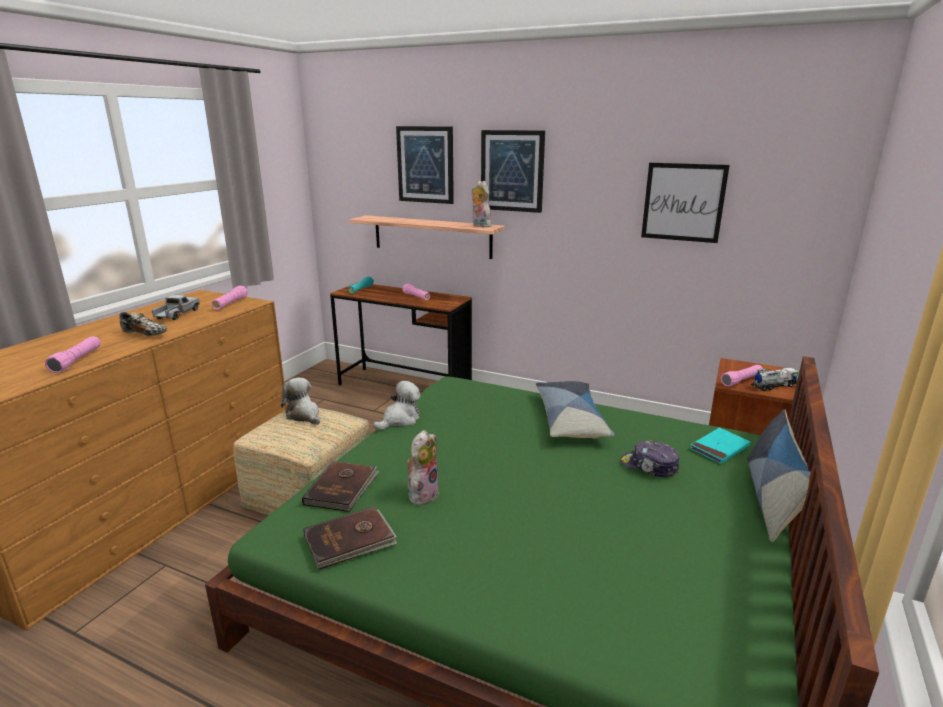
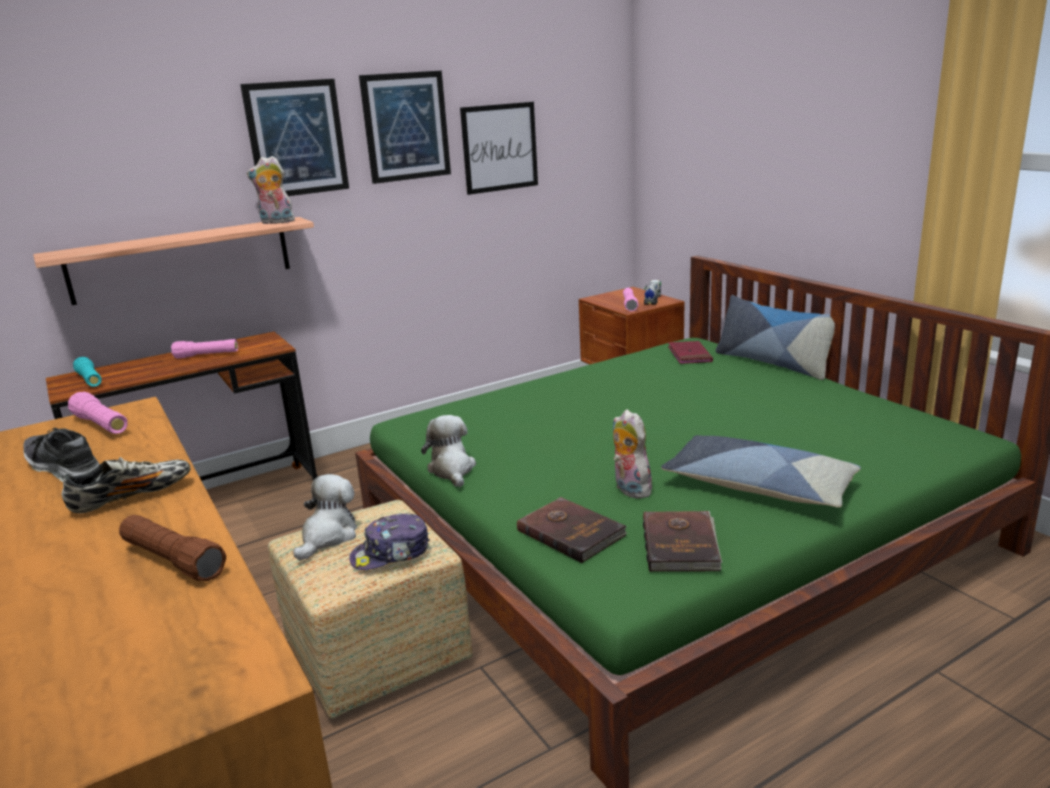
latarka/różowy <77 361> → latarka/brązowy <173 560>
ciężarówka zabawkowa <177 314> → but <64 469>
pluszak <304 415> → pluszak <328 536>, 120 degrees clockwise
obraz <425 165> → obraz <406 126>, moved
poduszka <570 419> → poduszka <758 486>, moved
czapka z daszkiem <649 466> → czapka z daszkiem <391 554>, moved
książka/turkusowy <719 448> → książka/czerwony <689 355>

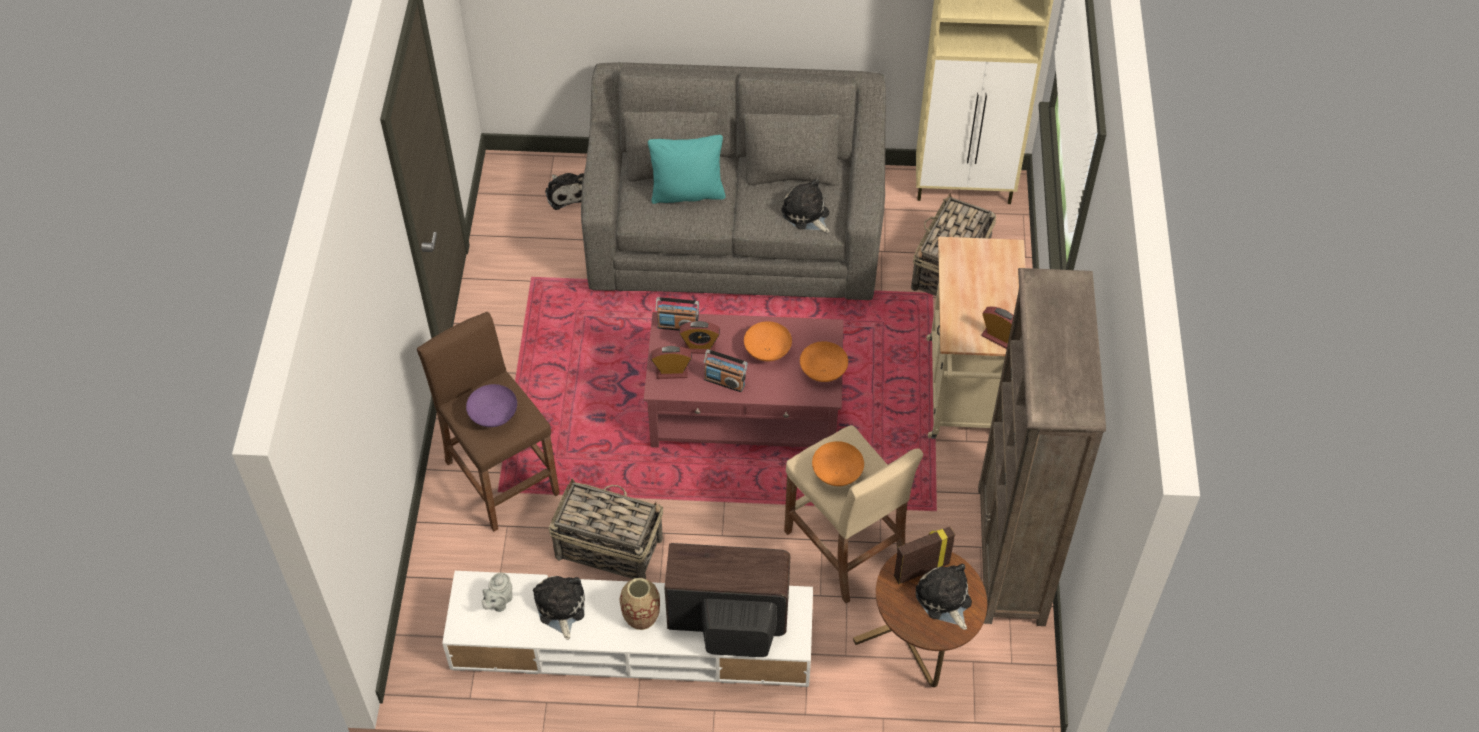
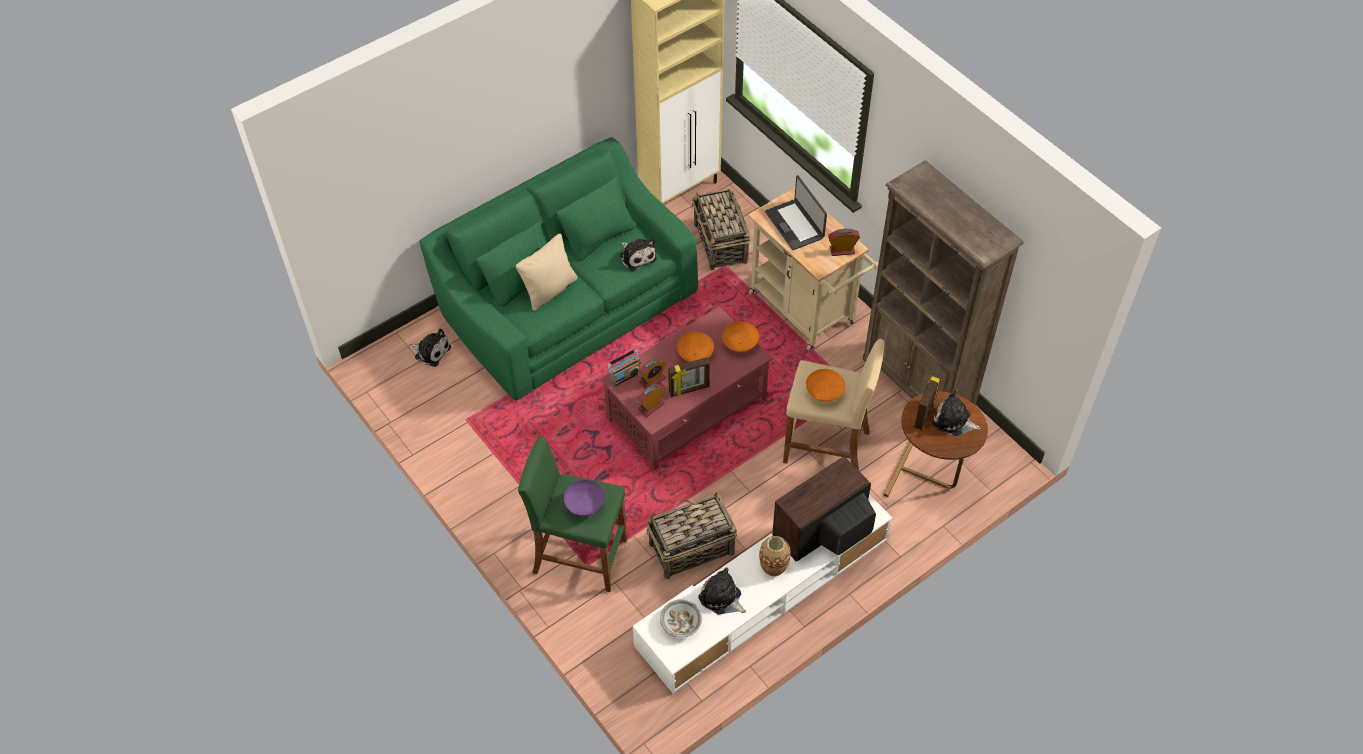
stołek/brązowy <501 477> → stołek/zielony <579 556>
imbryk/szary <499 602> → miska <680 623>
kanapa/szary <735 230> → kanapa/zielony <567 304>
poduszka/turkusowy <687 193> → poduszka/beżowy <550 290>
radio <724 381> → ramka na zdjęcie <689 390>
pluszak <806 215> → pluszak <637 256>, 135 degrees counterclockwise
- → laptop <795 224>

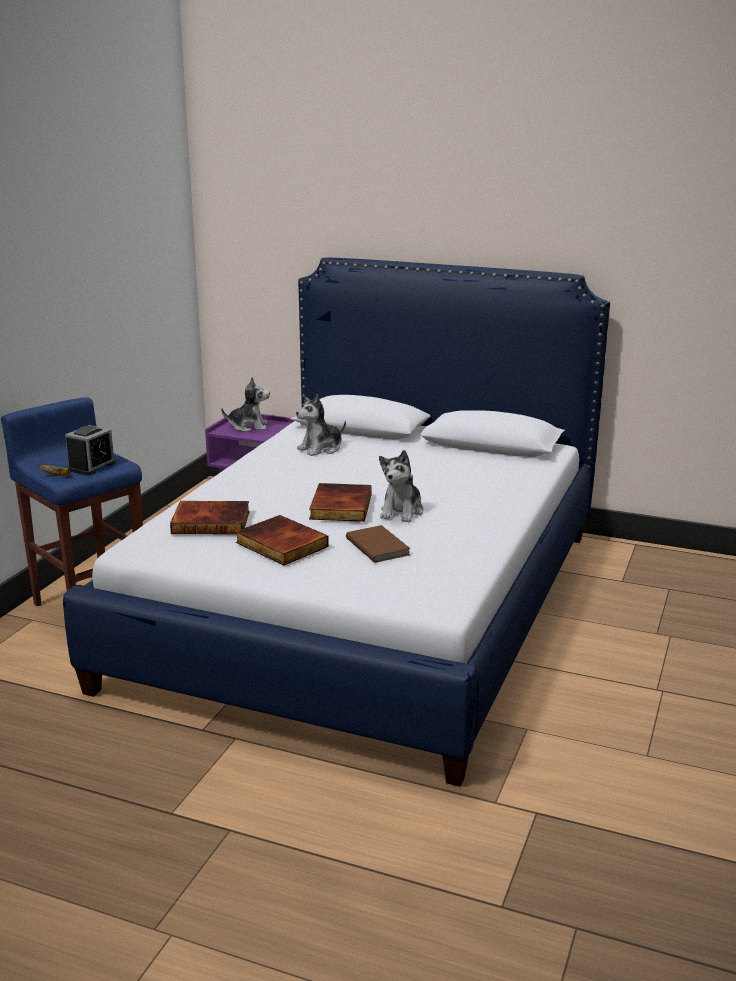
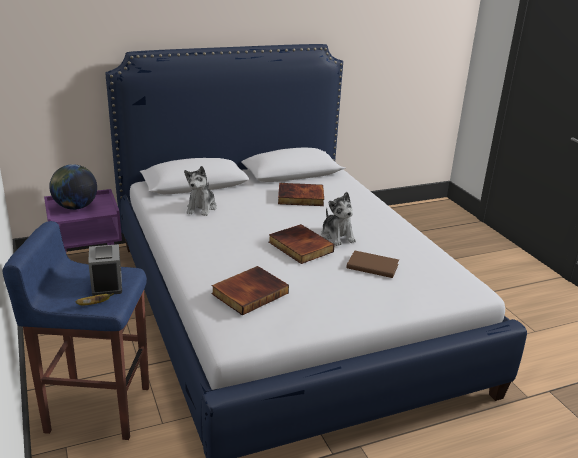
pluszak <248 427> → globus <75 207>
książka <280 545> → książka <300 198>, moved

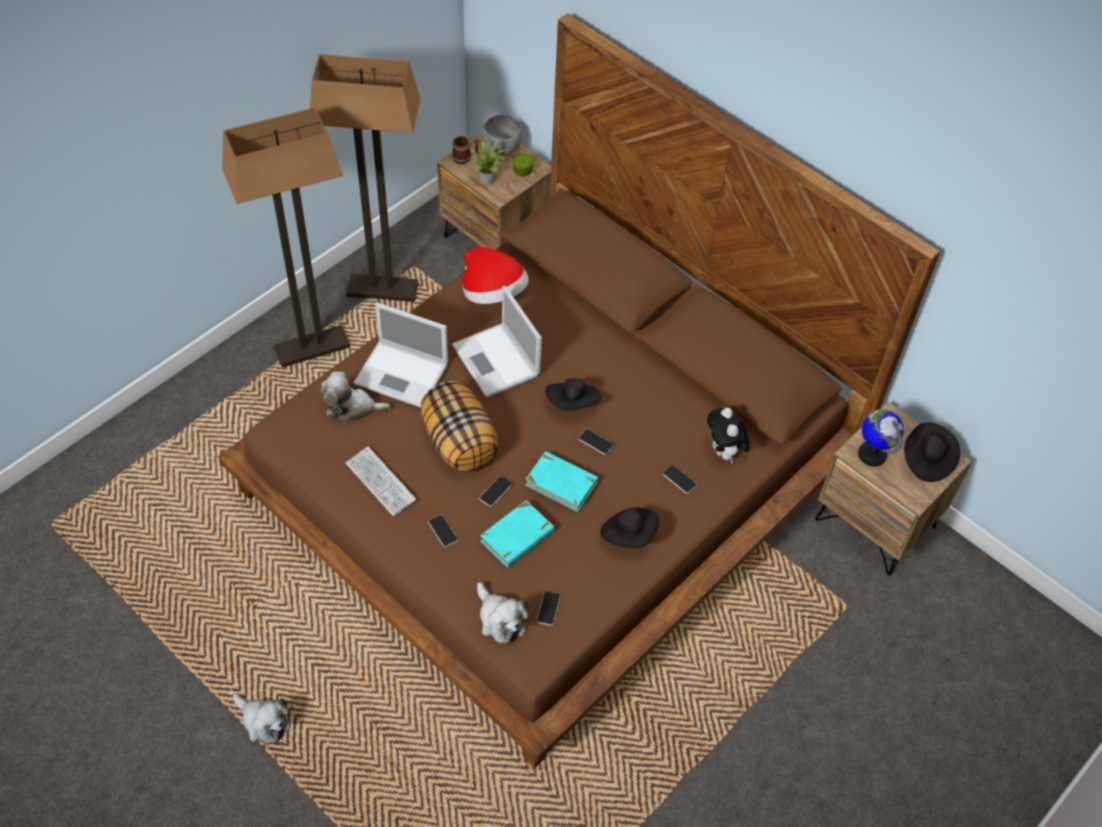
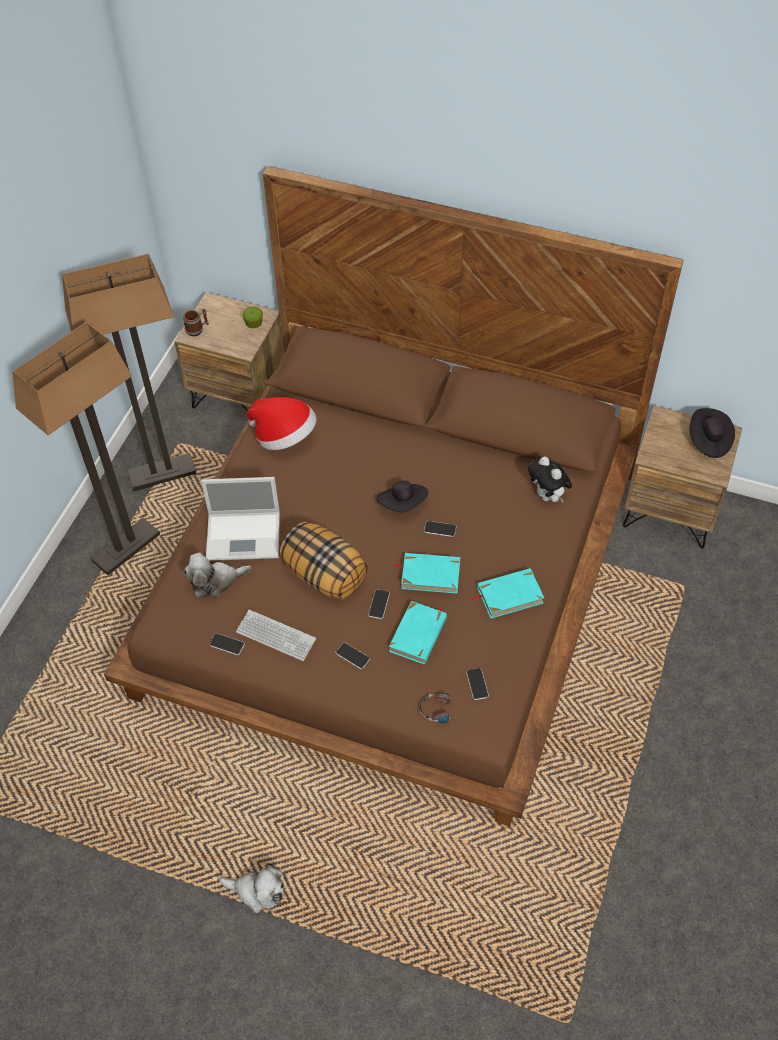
laptop <497 361> → -
roślina doniczkowa <488 179> → -
pluszak <500 619> → słuchawki <442 710>
miska/szary <501 147> → -
kapelusz/czarny <629 534> → książka/turkusowy <509 595>
telefon <679 479> → telefon <227 644>, moved
globus <872 454> → -

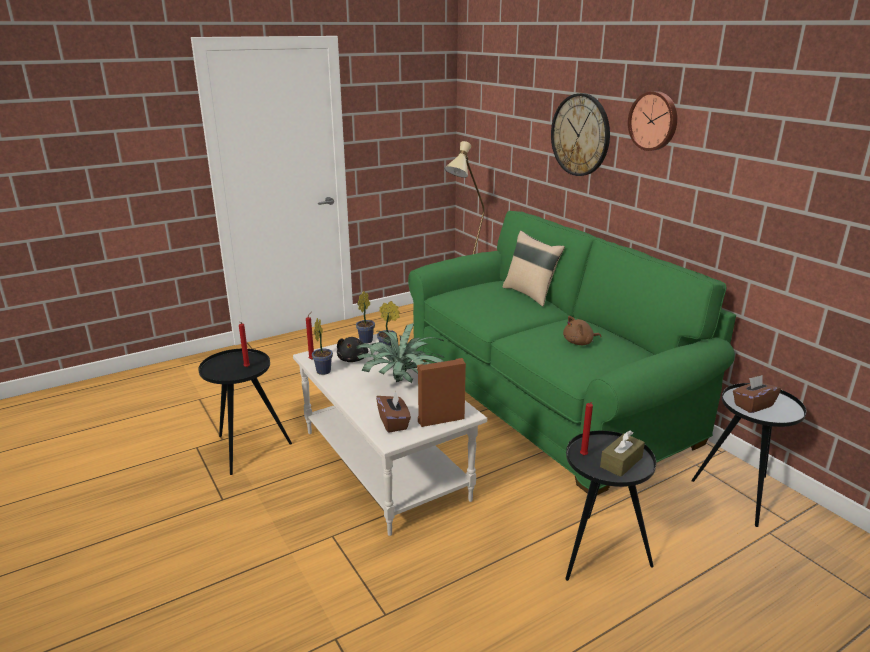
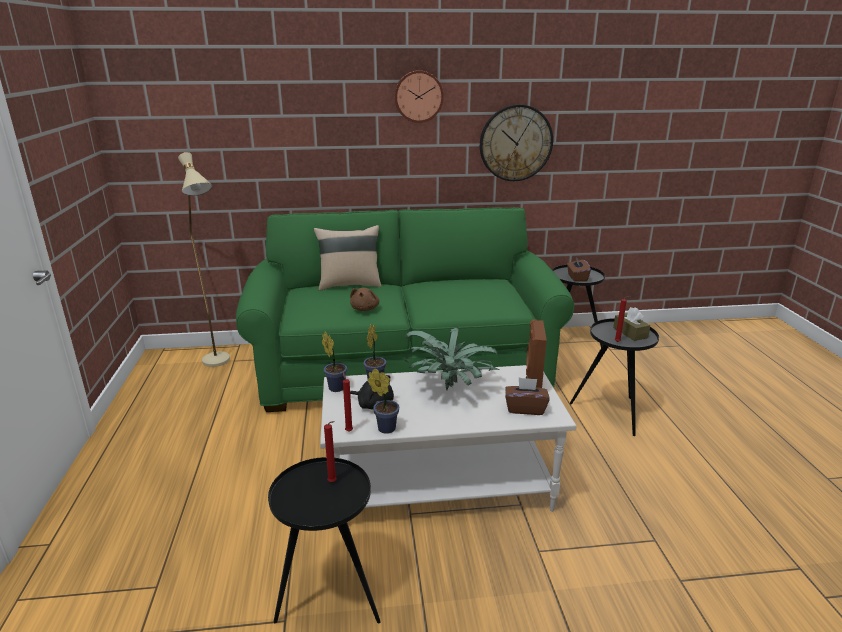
zegar ścienny <580 135> → zegar ścienny <515 143>, moved
pluszak/brązowy <579 343> → pluszak/brązowy <365 309>, moved

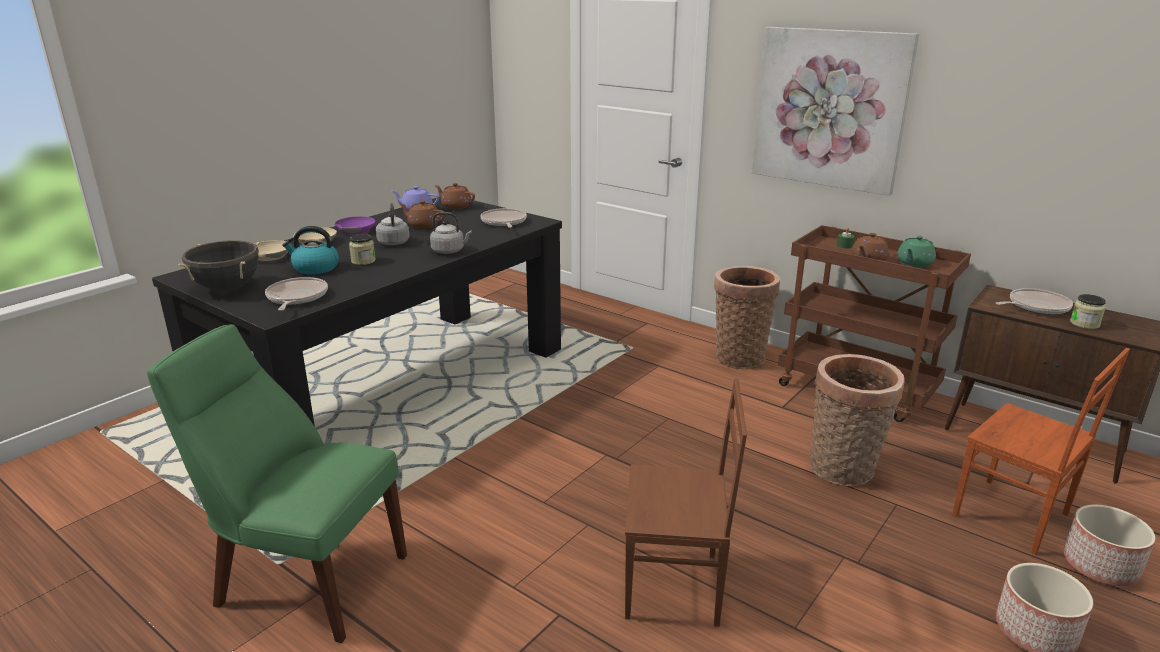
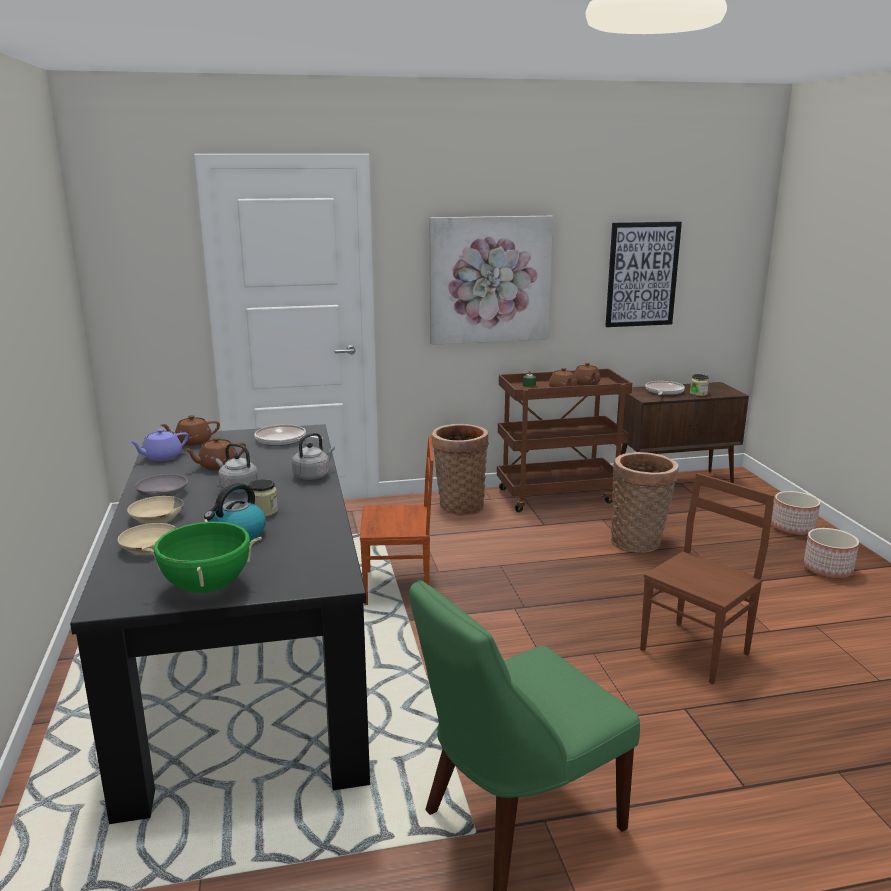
garnek/czarny <227 288> → garnek/zielony <207 587>
patelnia <296 298> → -
miska/fioletowy <356 230> → miska/szary <162 493>
imbryk/zielony <914 263> → imbryk/brązowy <586 384>
krzesło/brązowy <1011 517> → krzesło/brązowy <398 588>, moved
- → obraz <642 274>

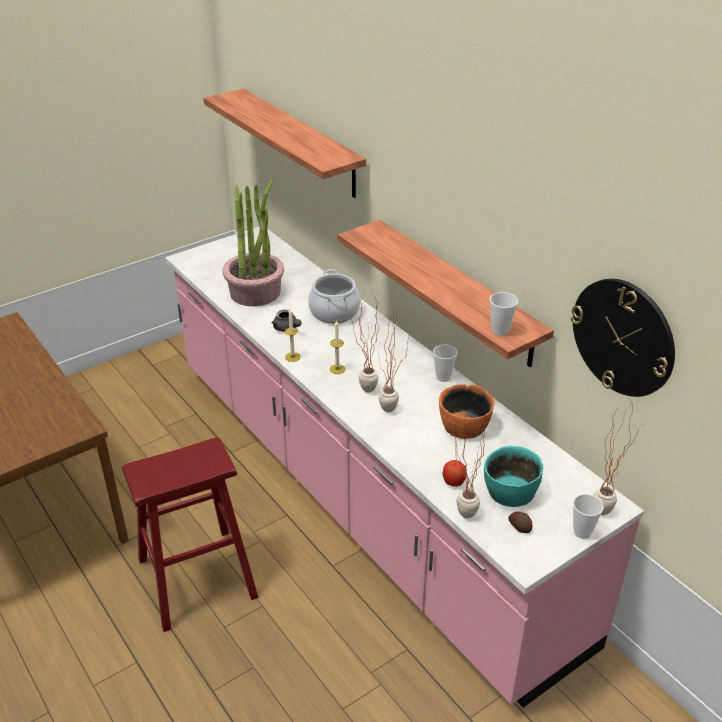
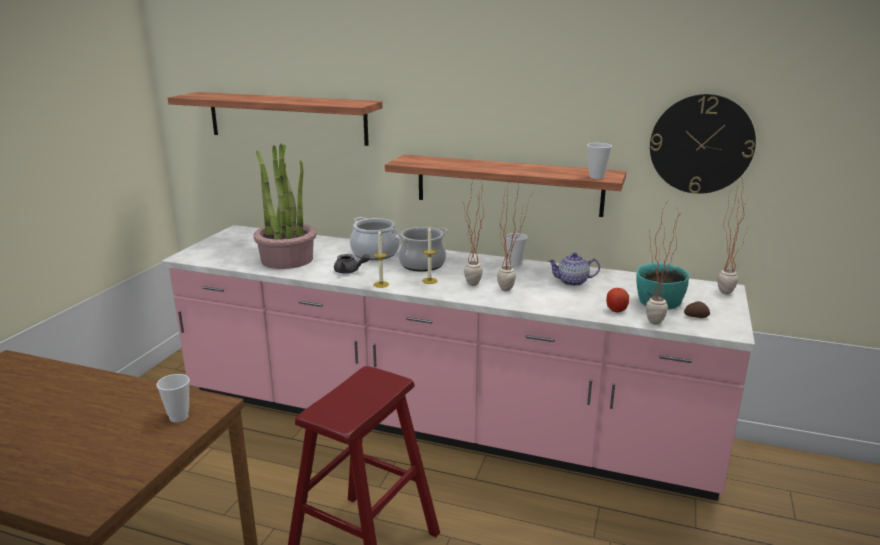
miska/pomarańczowy <464 426> → imbryk <573 282>
filiżanka <582 532> → filiżanka <179 417>, moved
- → garnek <422 264>

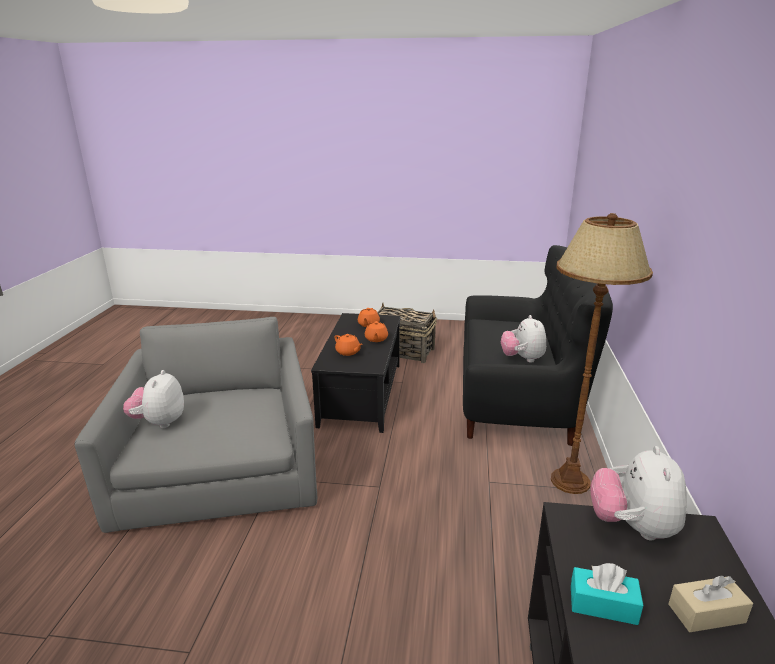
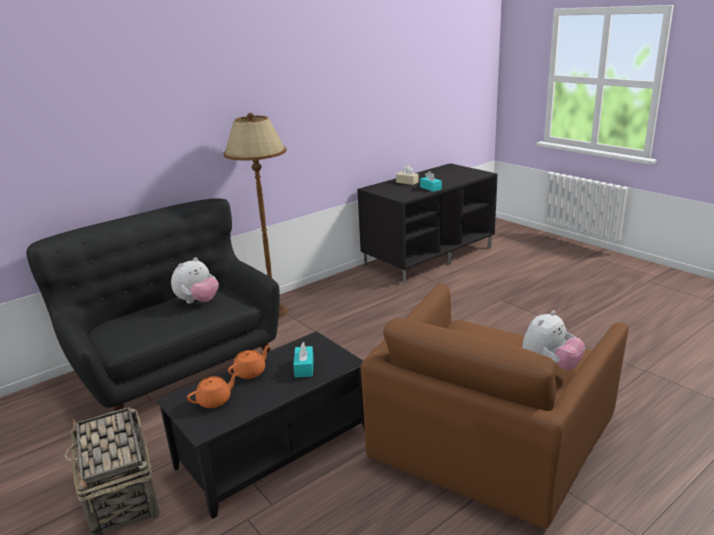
fotel/szary <221 466> → fotel/brązowy <489 432>
imbryk/pomarańczowy <348 352> → pudełko chusteczek/turkusowy <304 367>
pluszak <632 527> → -

